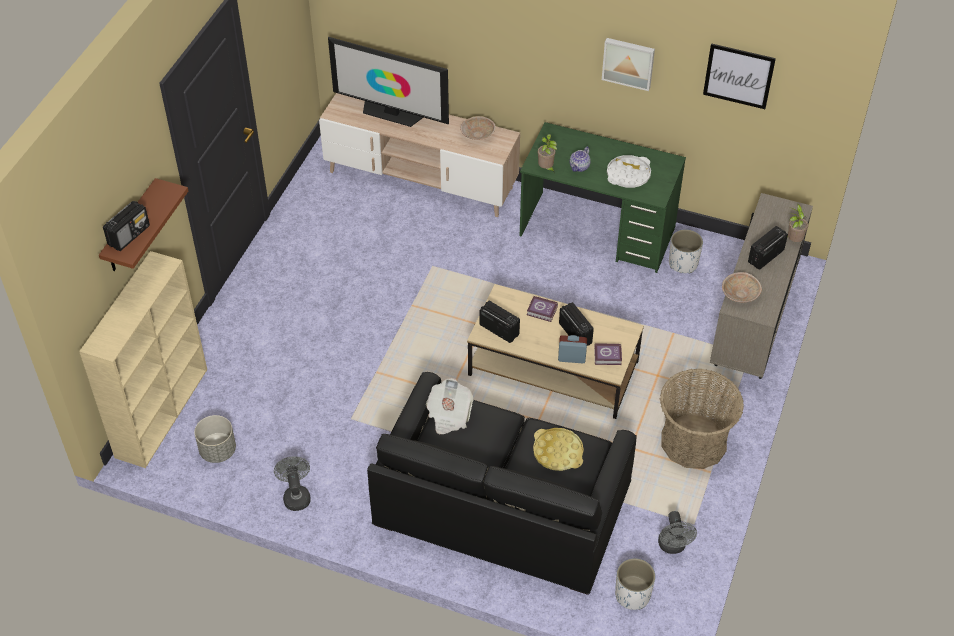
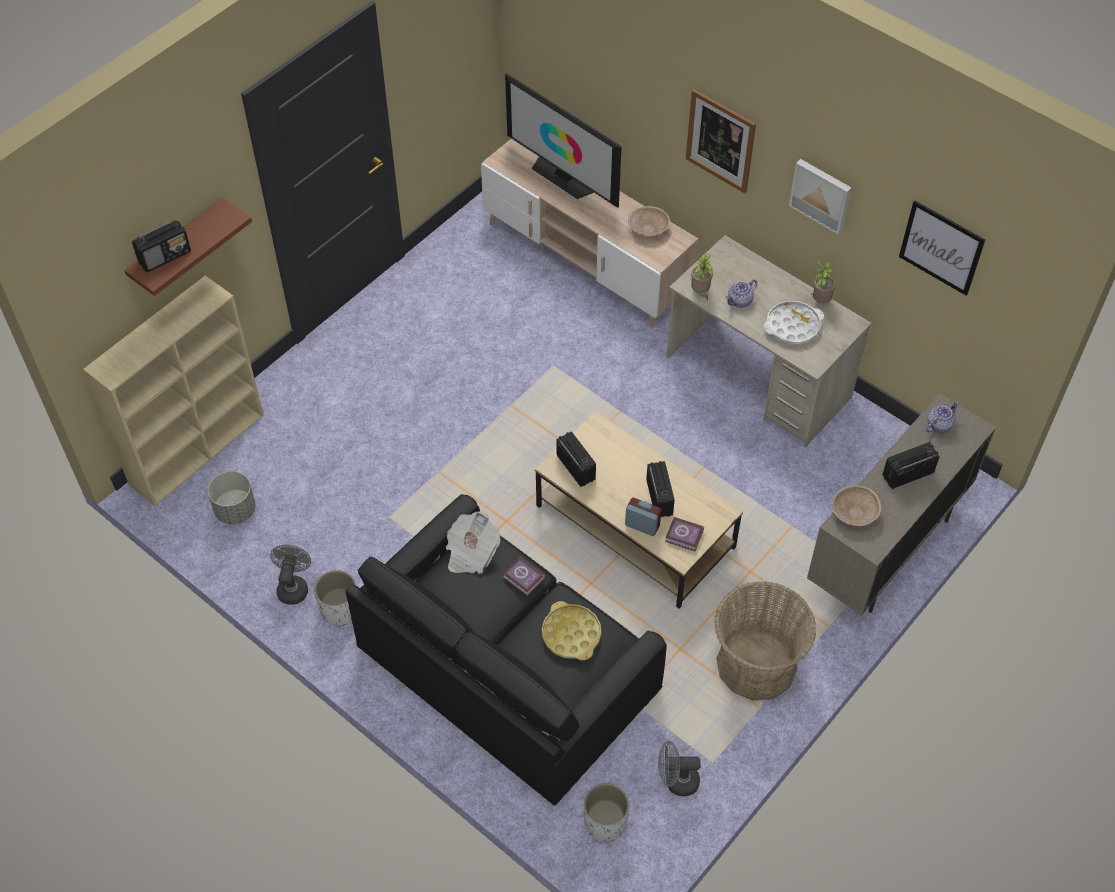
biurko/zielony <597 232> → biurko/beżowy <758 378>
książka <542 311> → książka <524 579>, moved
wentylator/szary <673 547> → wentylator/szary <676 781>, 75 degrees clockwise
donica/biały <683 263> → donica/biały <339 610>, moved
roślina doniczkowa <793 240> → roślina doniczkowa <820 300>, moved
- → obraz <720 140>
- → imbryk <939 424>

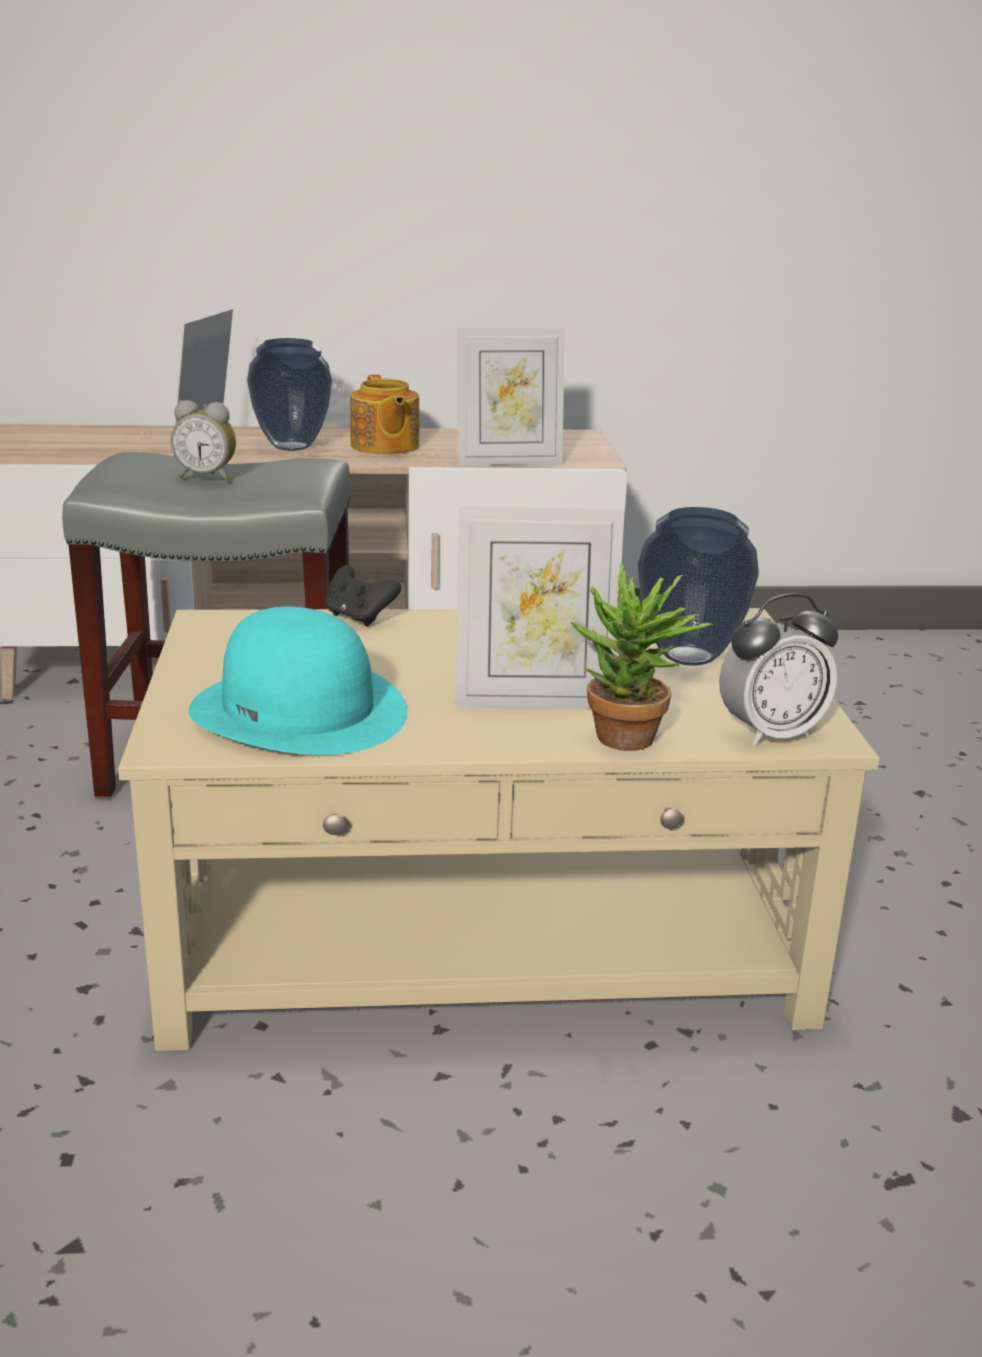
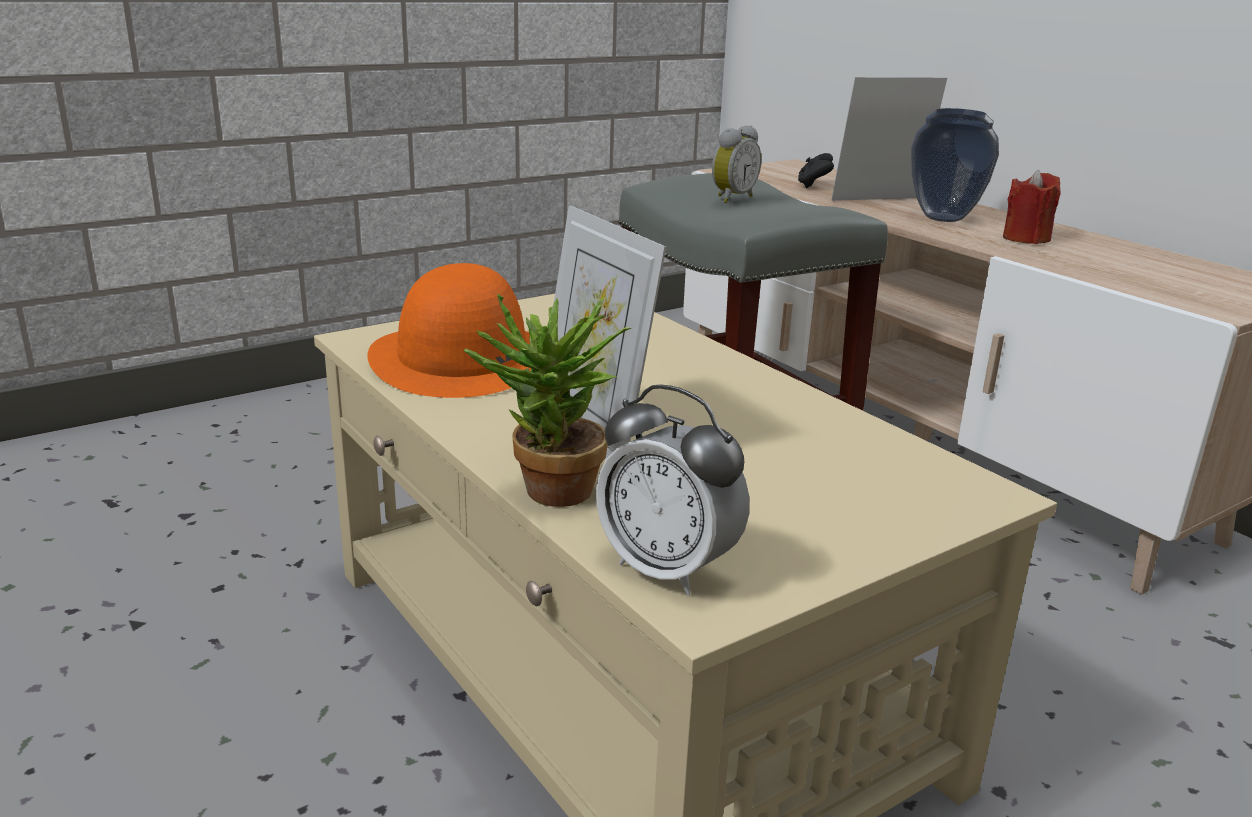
budzik <207 477> → budzik <731 198>, 120 degrees counterclockwise
kapelusz/turkusowy <299 710> → kapelusz/pomarańczowy <463 359>
pad do gier/czarny <359 618> → pad do gier/czarny <813 186>, moved
imbryk <384 446> → świeca/czerwony <1026 238>
ramka na zdjęcie <508 462> → -
wazon <687 656> → -

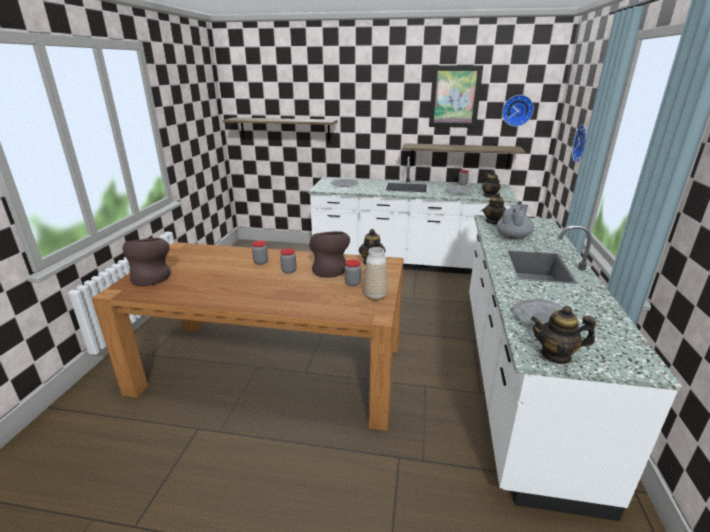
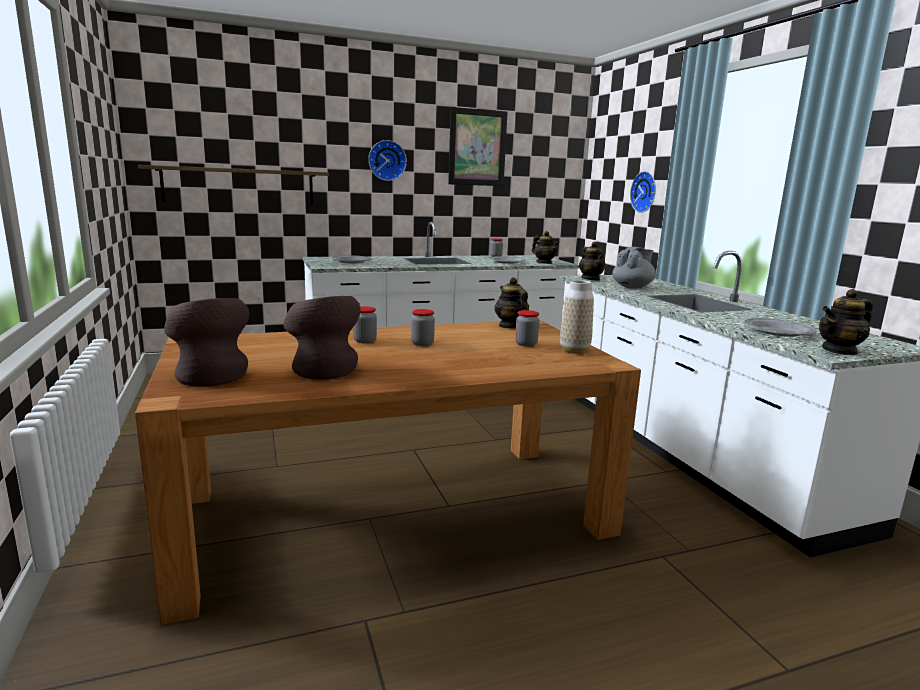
wazon/brązowy <329 269> → wazon/brązowy <323 369>, moved
półka <459 156> → -
imbryk/szary <513 237> → imbryk/szary <632 287>, 45 degrees clockwise
zegar ścienny <517 110> → zegar ścienny <387 160>, moved

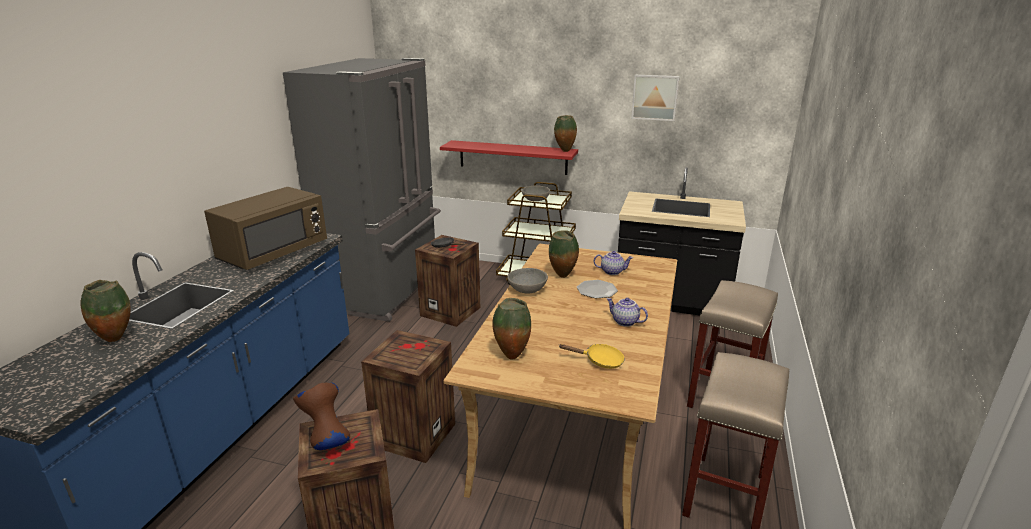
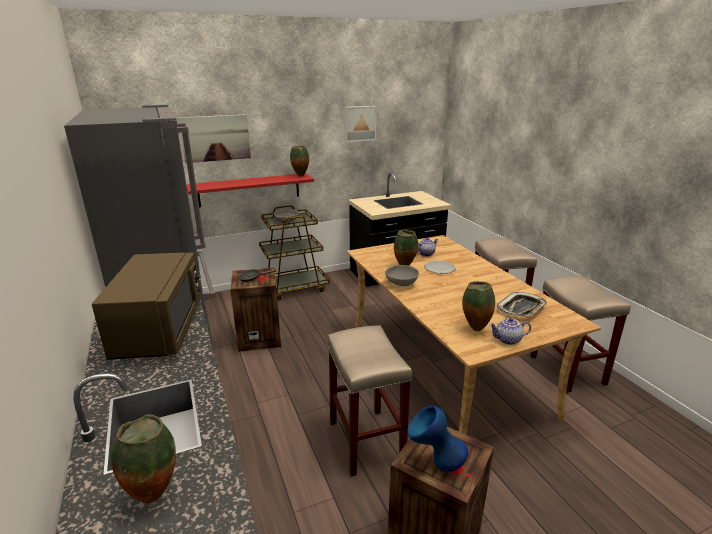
wazon/brązowy <326 441> → wazon/niebieski <435 463>
skrzynka <414 434> → stołek/beżowy <365 440>
patelnia/żółty <600 361> → taca <521 308>
imbryk <624 322> → imbryk <508 340>, moved
- → obraz <215 138>

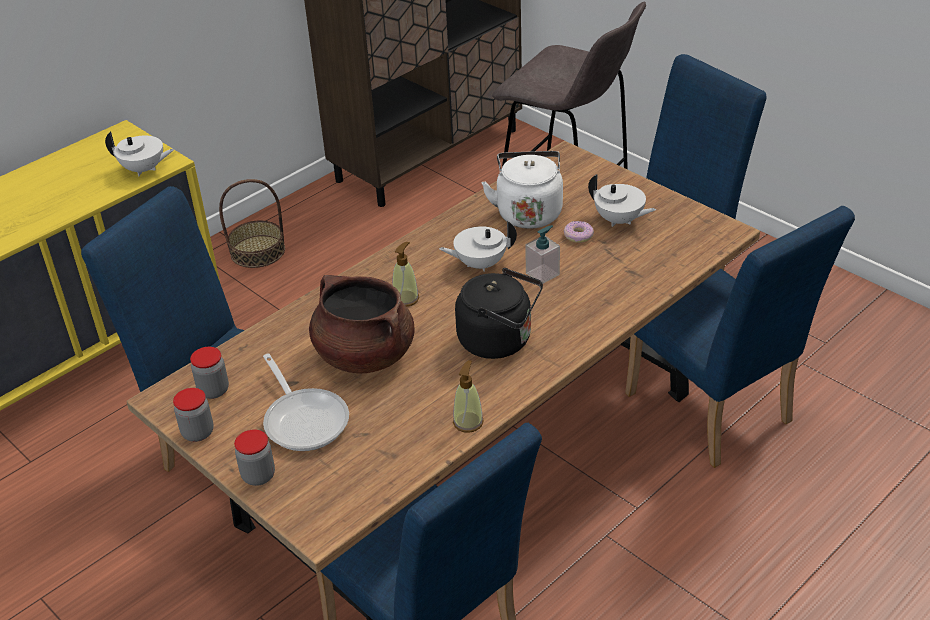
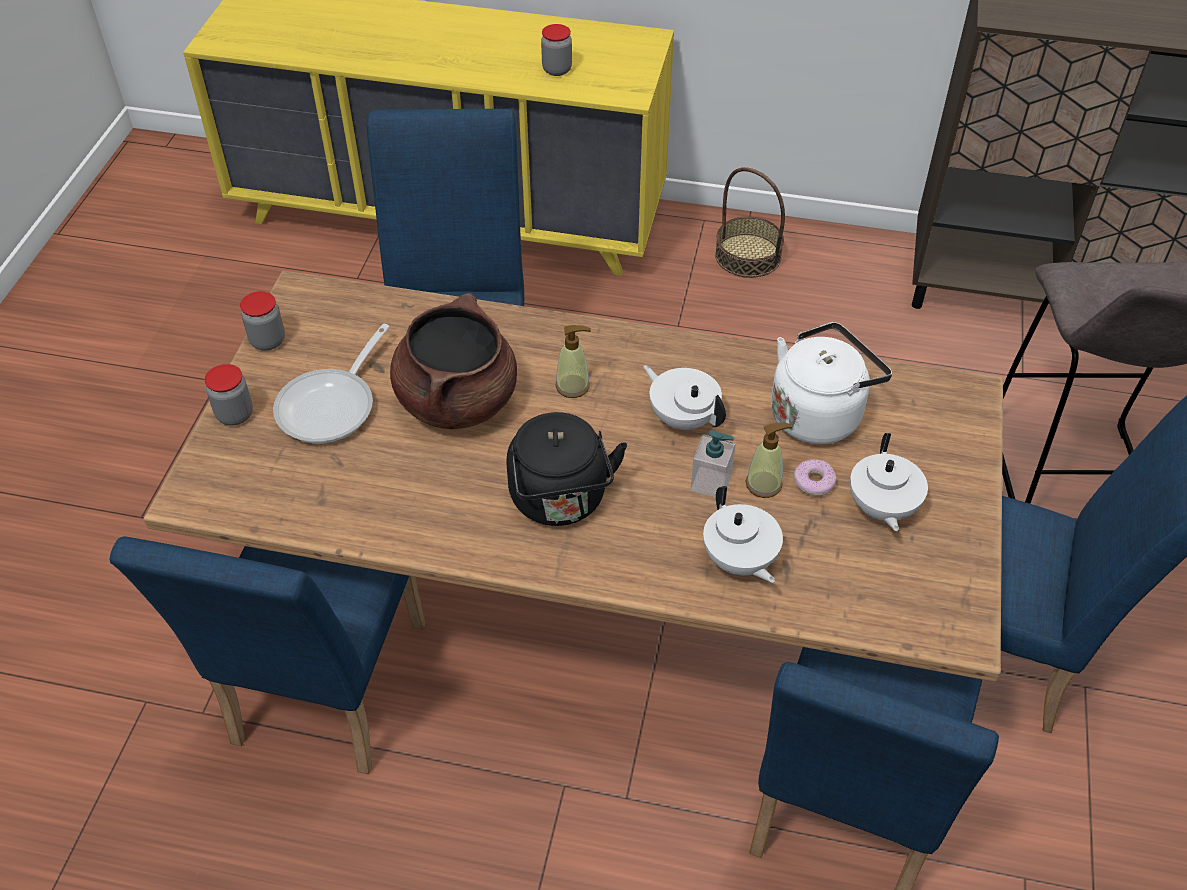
imbryk/biały <144 169> → imbryk/biały <739 561>, moved
słoik <213 390> → słoik <557 69>, moved
dozownik mydła <468 422> → dozownik mydła <764 484>, moved

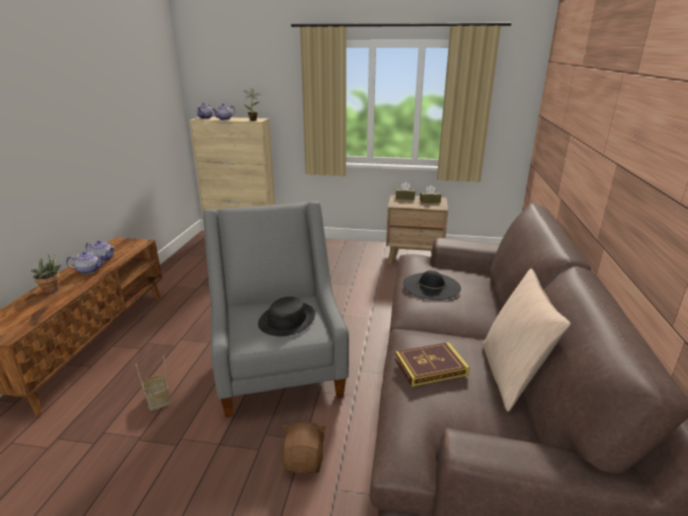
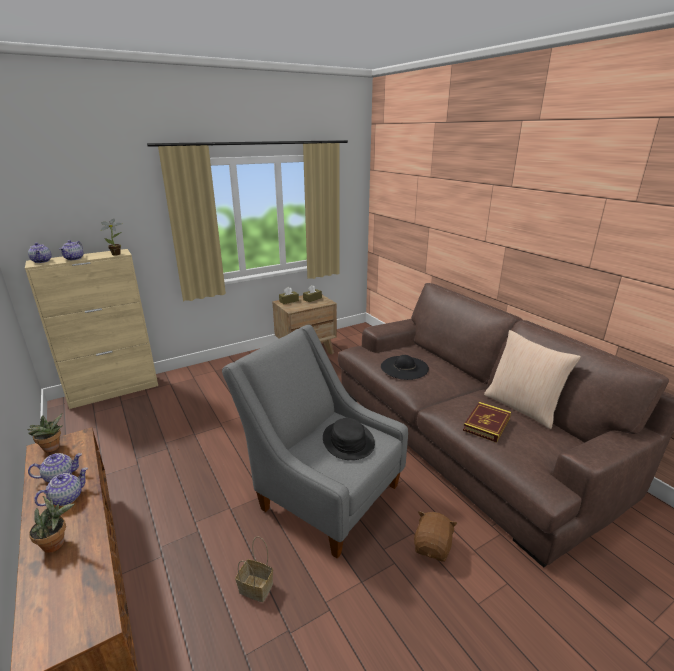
pluszak/brązowy <304 460> → pluszak/brązowy <433 547>, 60 degrees clockwise
- → roślina doniczkowa <52 449>

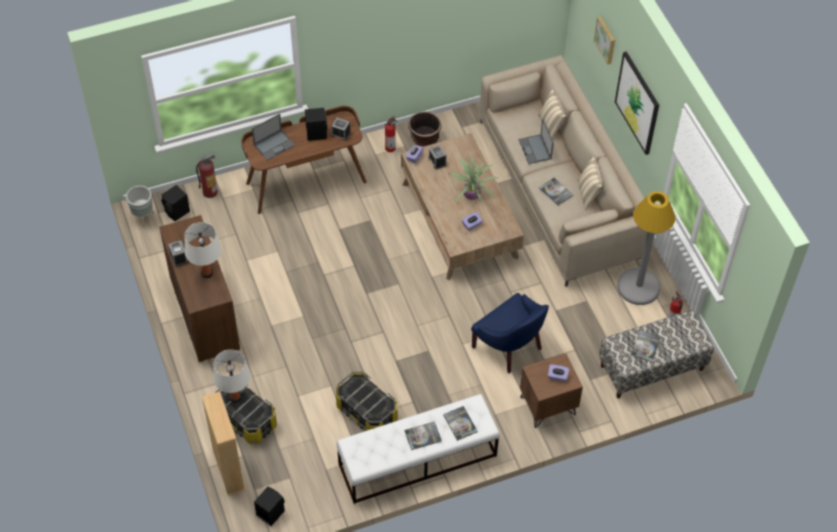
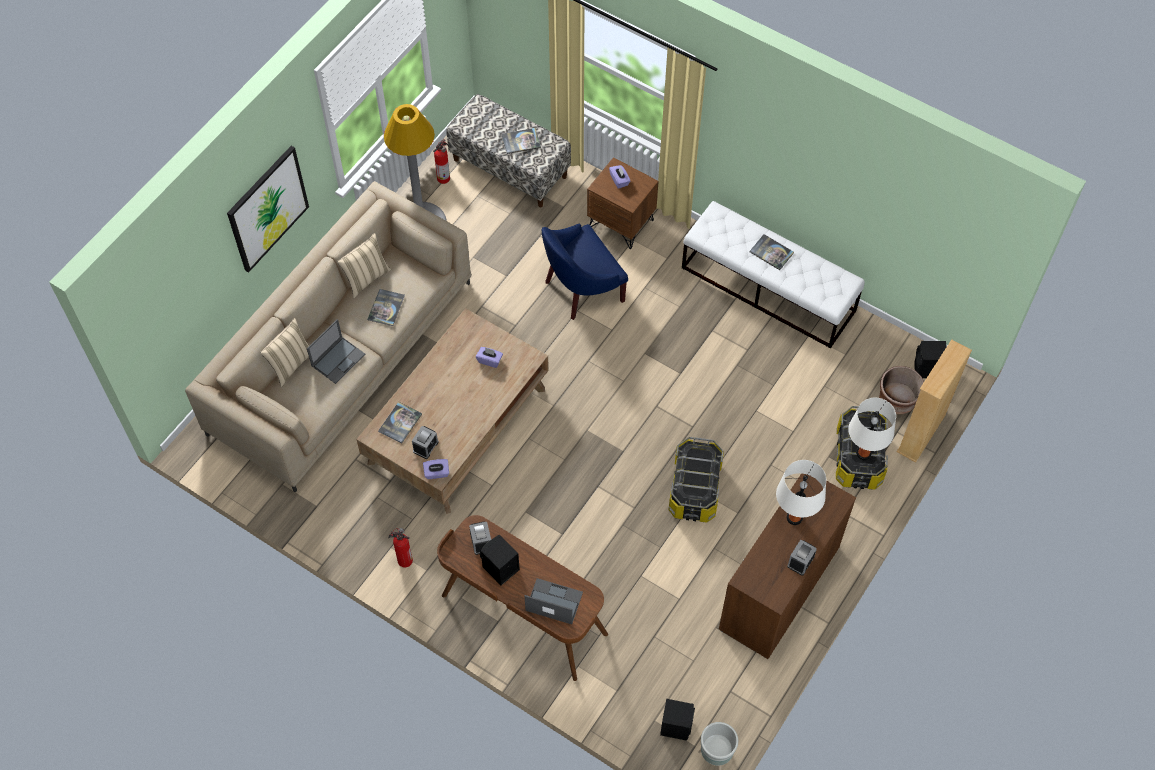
gaśnica <210 191> → -
pojemnik do przechowywania <366 412> → pojemnik do przechowywania <695 489>, moved
donica/brązowy <424 138> → donica/brązowy <897 400>, moved
książka <460 423> → książka <400 423>, moved
roślina doniczkowa <470 195> → -
fotel/niebieski <510 346> → fotel/niebieski <581 289>, 135 degrees counterclockwise
obraz <606 40> → -

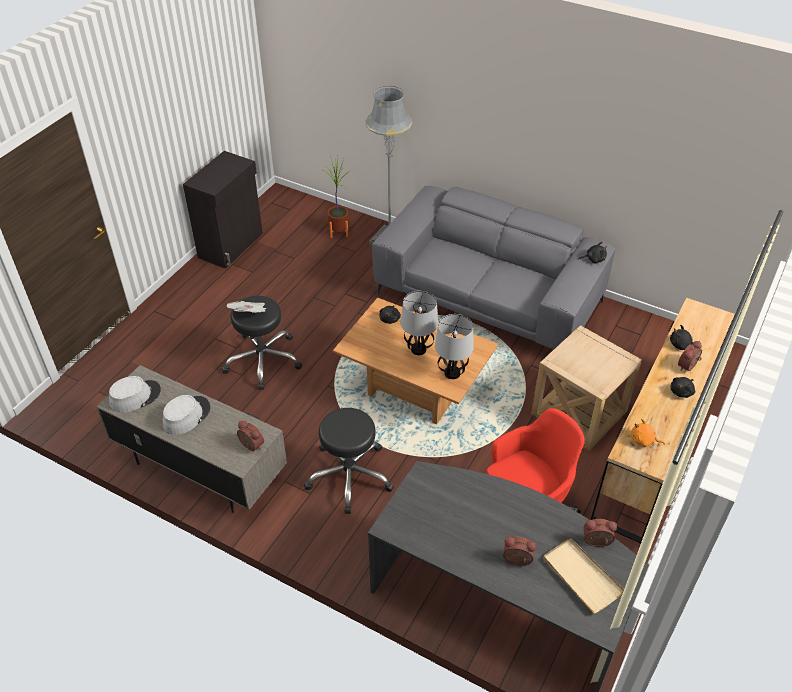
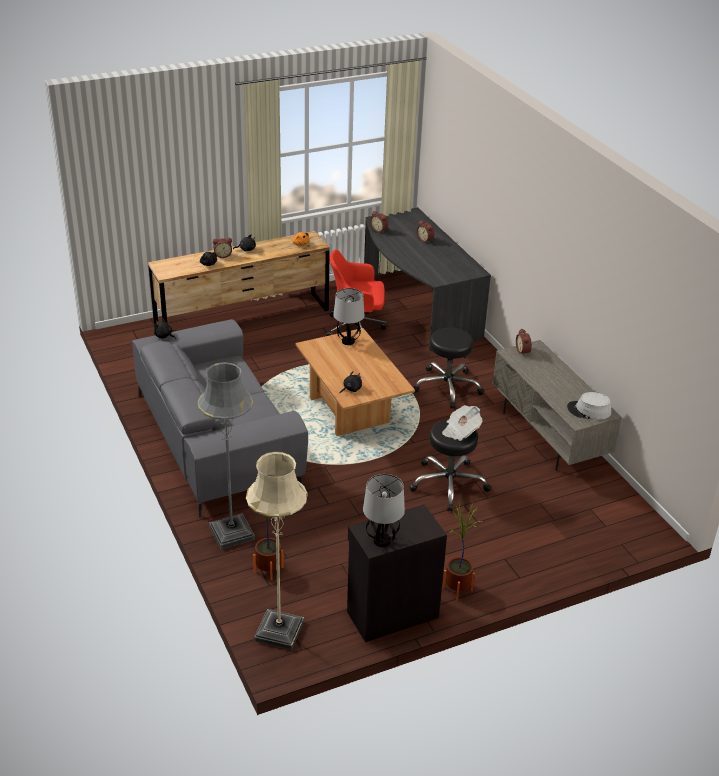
kapelusz/szary <186 415> → -
lampa stołowa <418 350> → lampa stołowa <382 540>, moved
stolik/beżowy <579 412> → -
taca/beżowy <581 576> → -
- → lampa stojąca/beżowy <279 631>
- → roślina doniczkowa <457 589>

